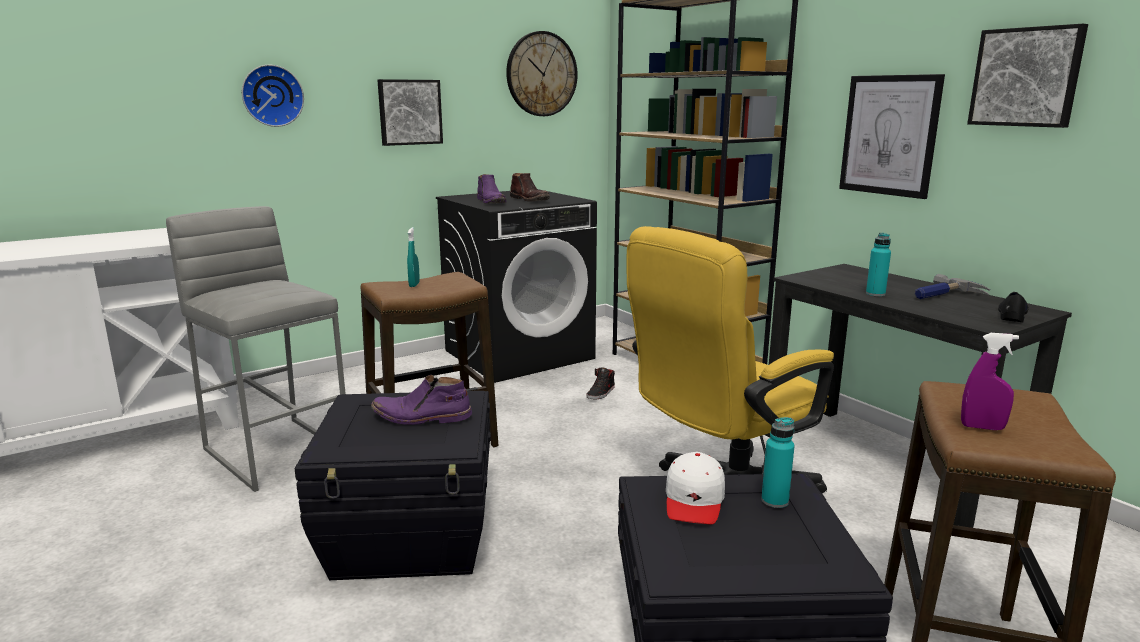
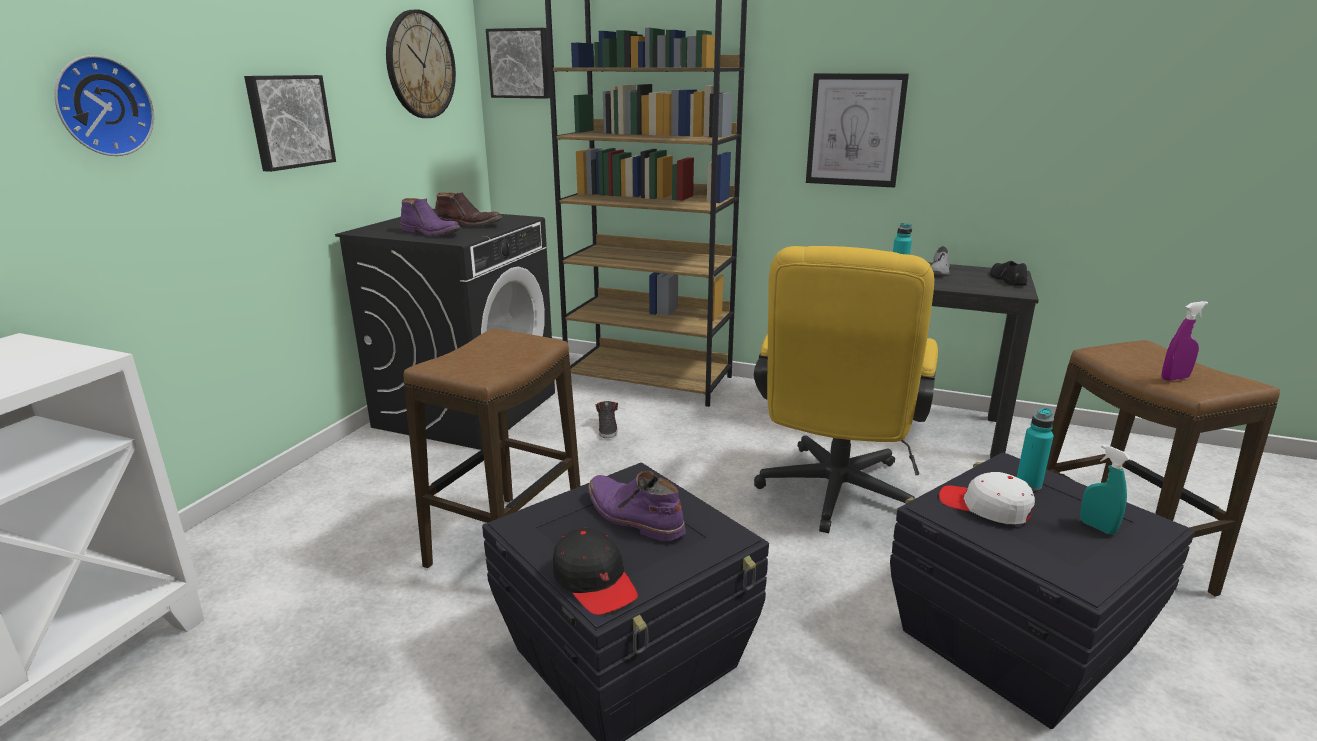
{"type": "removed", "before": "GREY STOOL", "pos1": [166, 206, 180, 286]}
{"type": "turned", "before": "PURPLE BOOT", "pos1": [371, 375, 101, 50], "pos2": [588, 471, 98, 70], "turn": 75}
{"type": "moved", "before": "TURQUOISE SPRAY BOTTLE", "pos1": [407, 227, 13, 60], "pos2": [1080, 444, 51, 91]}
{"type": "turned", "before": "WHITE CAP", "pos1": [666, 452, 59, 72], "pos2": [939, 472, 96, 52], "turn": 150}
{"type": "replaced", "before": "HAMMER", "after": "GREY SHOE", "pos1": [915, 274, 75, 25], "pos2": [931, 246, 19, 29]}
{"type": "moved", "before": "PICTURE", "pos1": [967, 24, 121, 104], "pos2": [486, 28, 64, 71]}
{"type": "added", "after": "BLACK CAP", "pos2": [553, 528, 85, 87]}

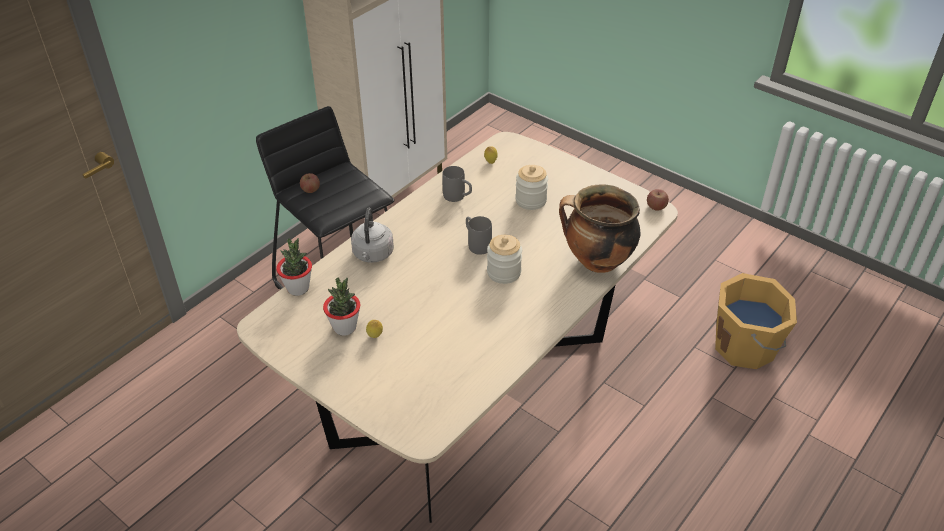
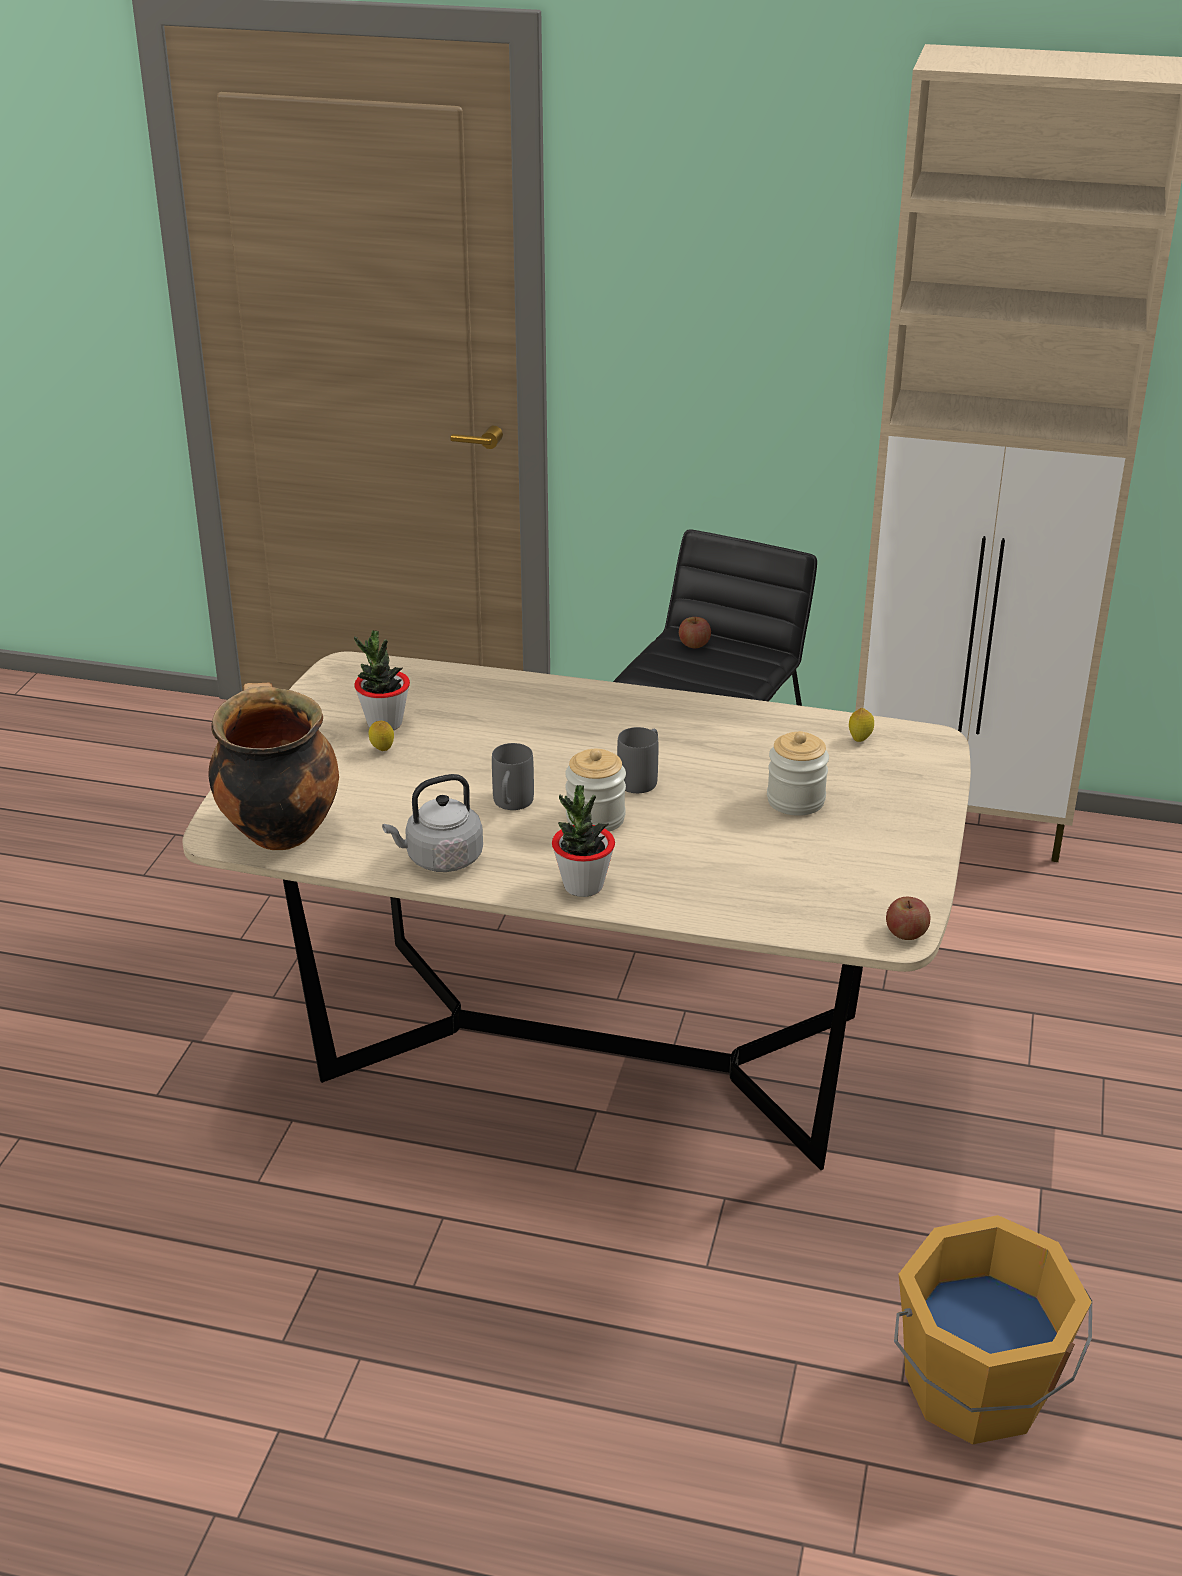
{"type": "moved", "before": "POTTED PLANT", "pos1": [276, 238, 36, 58], "pos2": [552, 785, 63, 112]}
{"type": "moved", "before": "GREY KETTLE", "pos1": [351, 207, 43, 56], "pos2": [382, 774, 101, 98]}
{"type": "moved", "before": "GREY MUG", "pos1": [442, 166, 30, 36], "pos2": [492, 743, 42, 67]}
{"type": "moved", "before": "COOKING POT", "pos1": [559, 184, 81, 89], "pos2": [209, 682, 130, 168]}

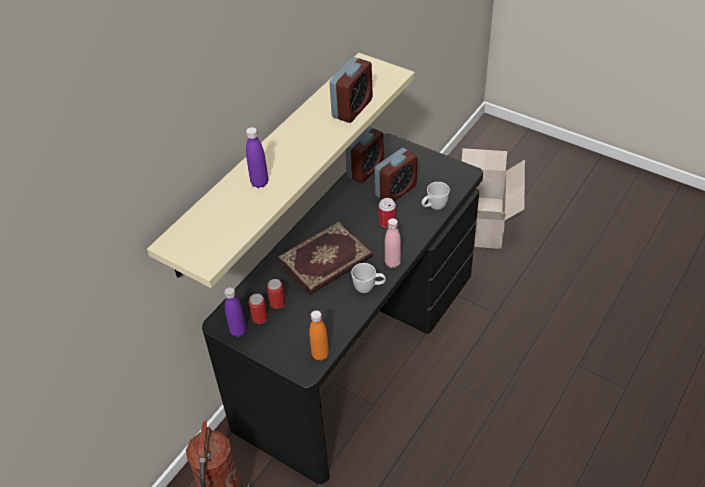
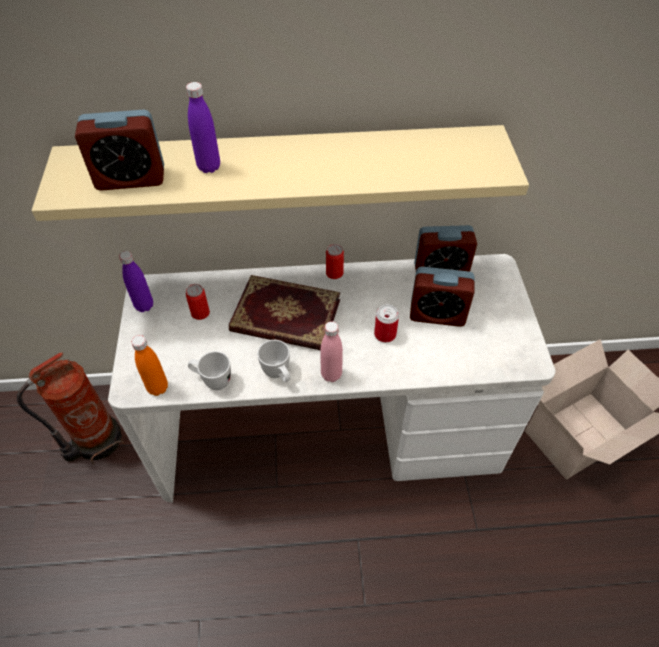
{"type": "recoloured", "before": "BLACK DESK", "after": "WHITE DESK", "pos1": [202, 133, 281, 351], "pos2": [108, 254, 448, 249]}
{"type": "moved", "before": "CAN", "pos1": [249, 294, 19, 30], "pos2": [326, 244, 18, 35]}
{"type": "moved", "before": "ALARM CLOCK", "pos1": [329, 57, 43, 66], "pos2": [75, 110, 89, 81]}
{"type": "moved", "before": "WHITE MUG", "pos1": [421, 182, 29, 28], "pos2": [188, 351, 43, 39]}

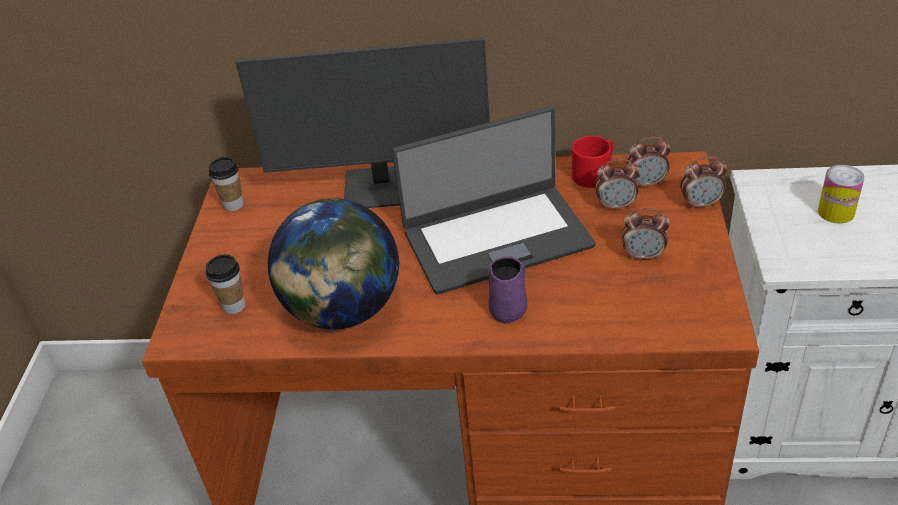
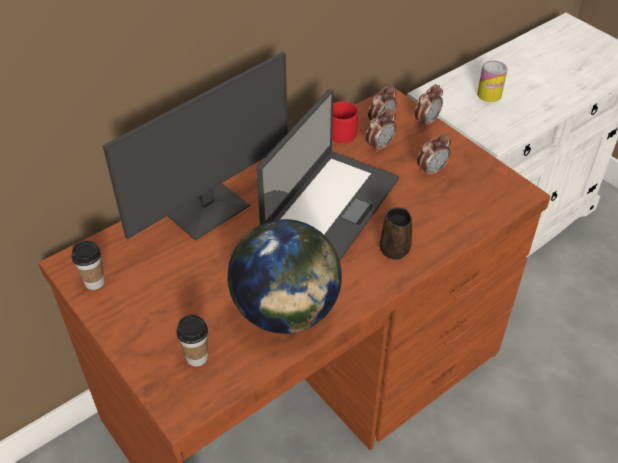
{"type": "recoloured", "before": "PURPLE MUG", "after": "BROWN MUG", "pos1": [488, 256, 39, 67], "pos2": [380, 207, 32, 53]}

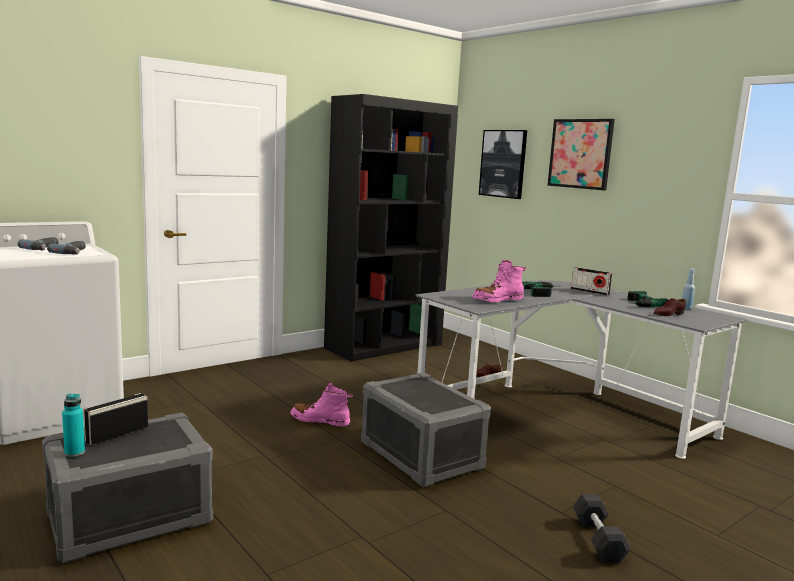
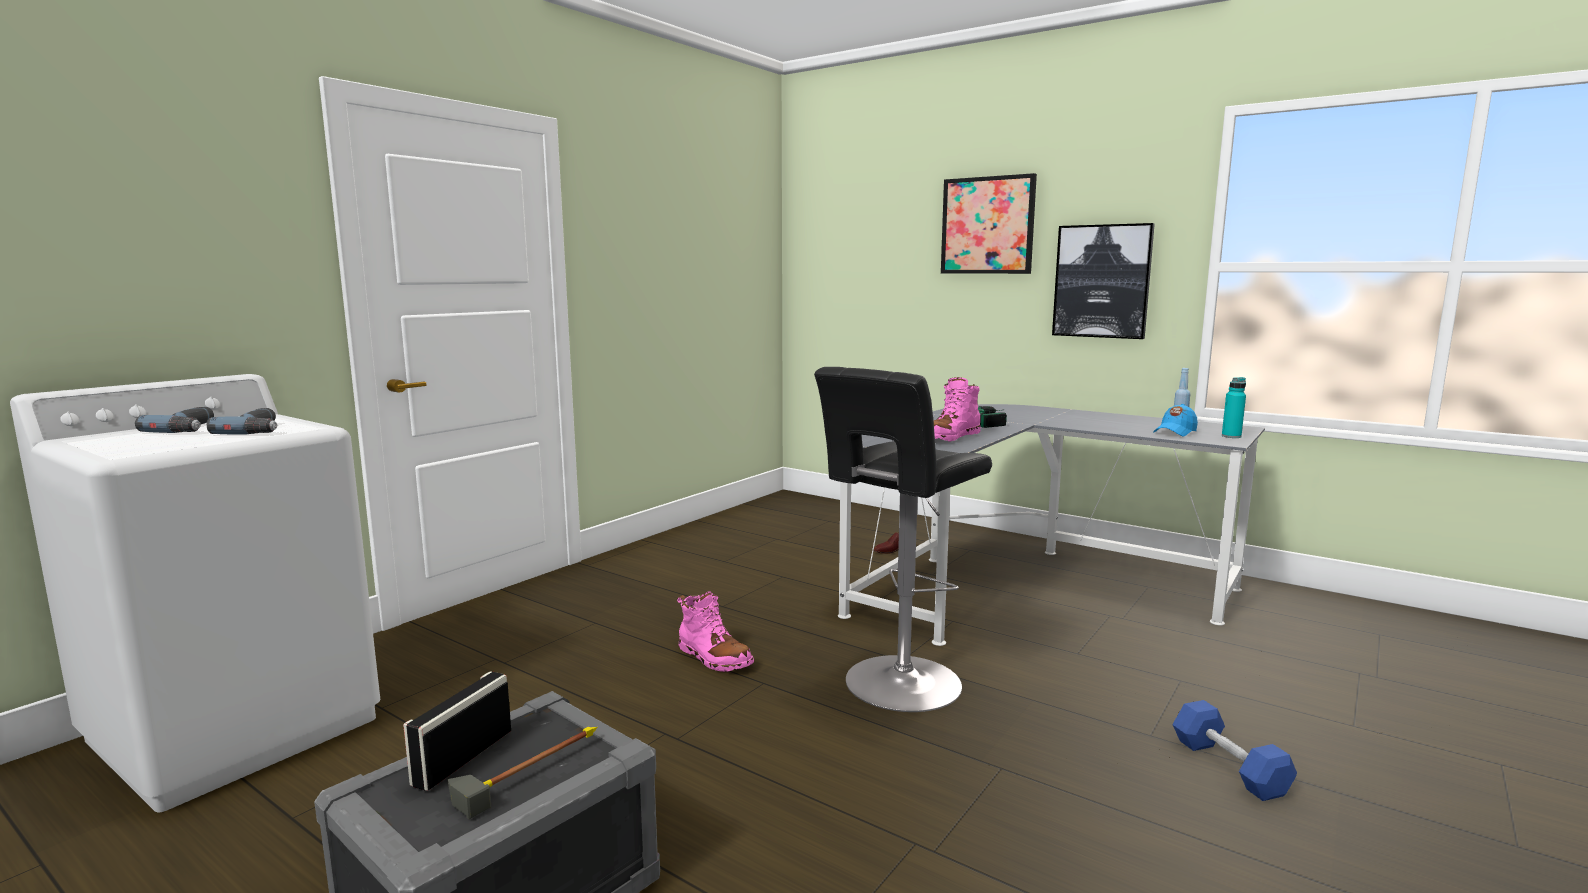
{"type": "moved", "before": "TURQUOISE BOTTLE", "pos1": [62, 394, 23, 63], "pos2": [1222, 377, 24, 61]}
{"type": "turned", "before": "PINK BOOT", "pos1": [290, 382, 63, 44], "pos2": [677, 591, 77, 81], "turn": -135}
{"type": "removed", "before": "BLACK BOOKCASE", "pos1": [324, 94, 134, 268]}
{"type": "replaced", "before": "GREY STORAGE BOX", "after": "BLACK STOOL", "pos1": [361, 372, 130, 116], "pos2": [814, 367, 178, 345]}
{"type": "moved", "before": "PICTURE", "pos1": [479, 130, 48, 69], "pos2": [1052, 223, 103, 116]}
{"type": "removed", "before": "RADIO", "pos1": [571, 267, 41, 28]}
{"type": "recoloured", "before": "BLACK DUMBBELL", "after": "BLUE DUMBBELL", "pos1": [572, 494, 59, 69], "pos2": [1172, 700, 125, 101]}
{"type": "removed", "before": "POWER DRILL", "pos1": [628, 291, 40, 16]}
{"type": "replaced", "before": "BROWN SHOE", "after": "BLUE CAP", "pos1": [654, 298, 32, 18], "pos2": [1153, 404, 45, 33]}
{"type": "added", "after": "HAMMER", "pos2": [447, 727, 151, 92]}

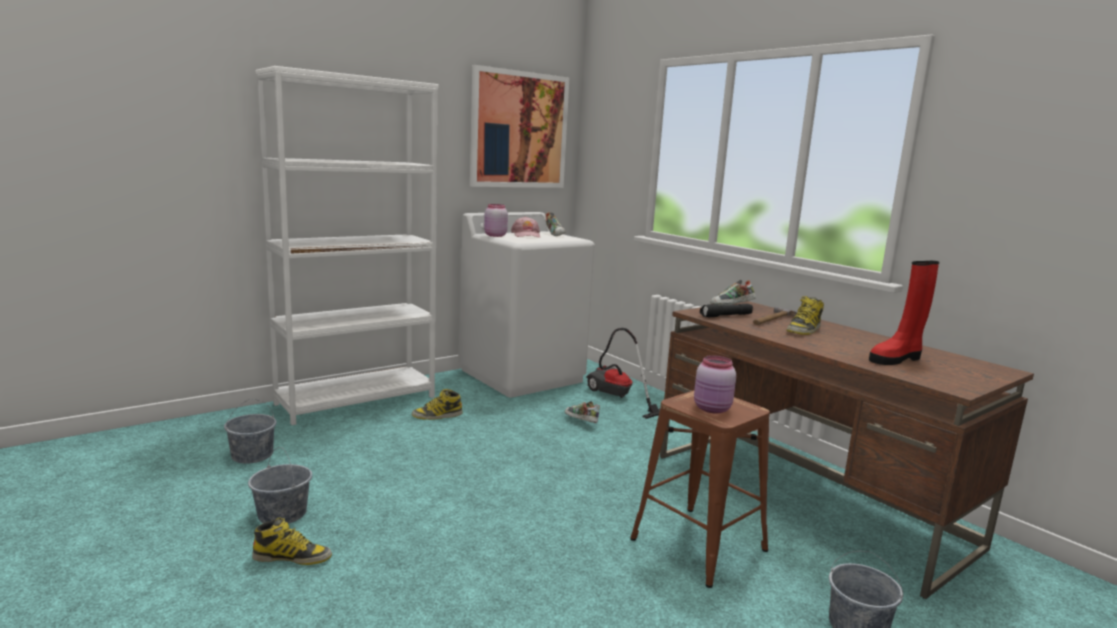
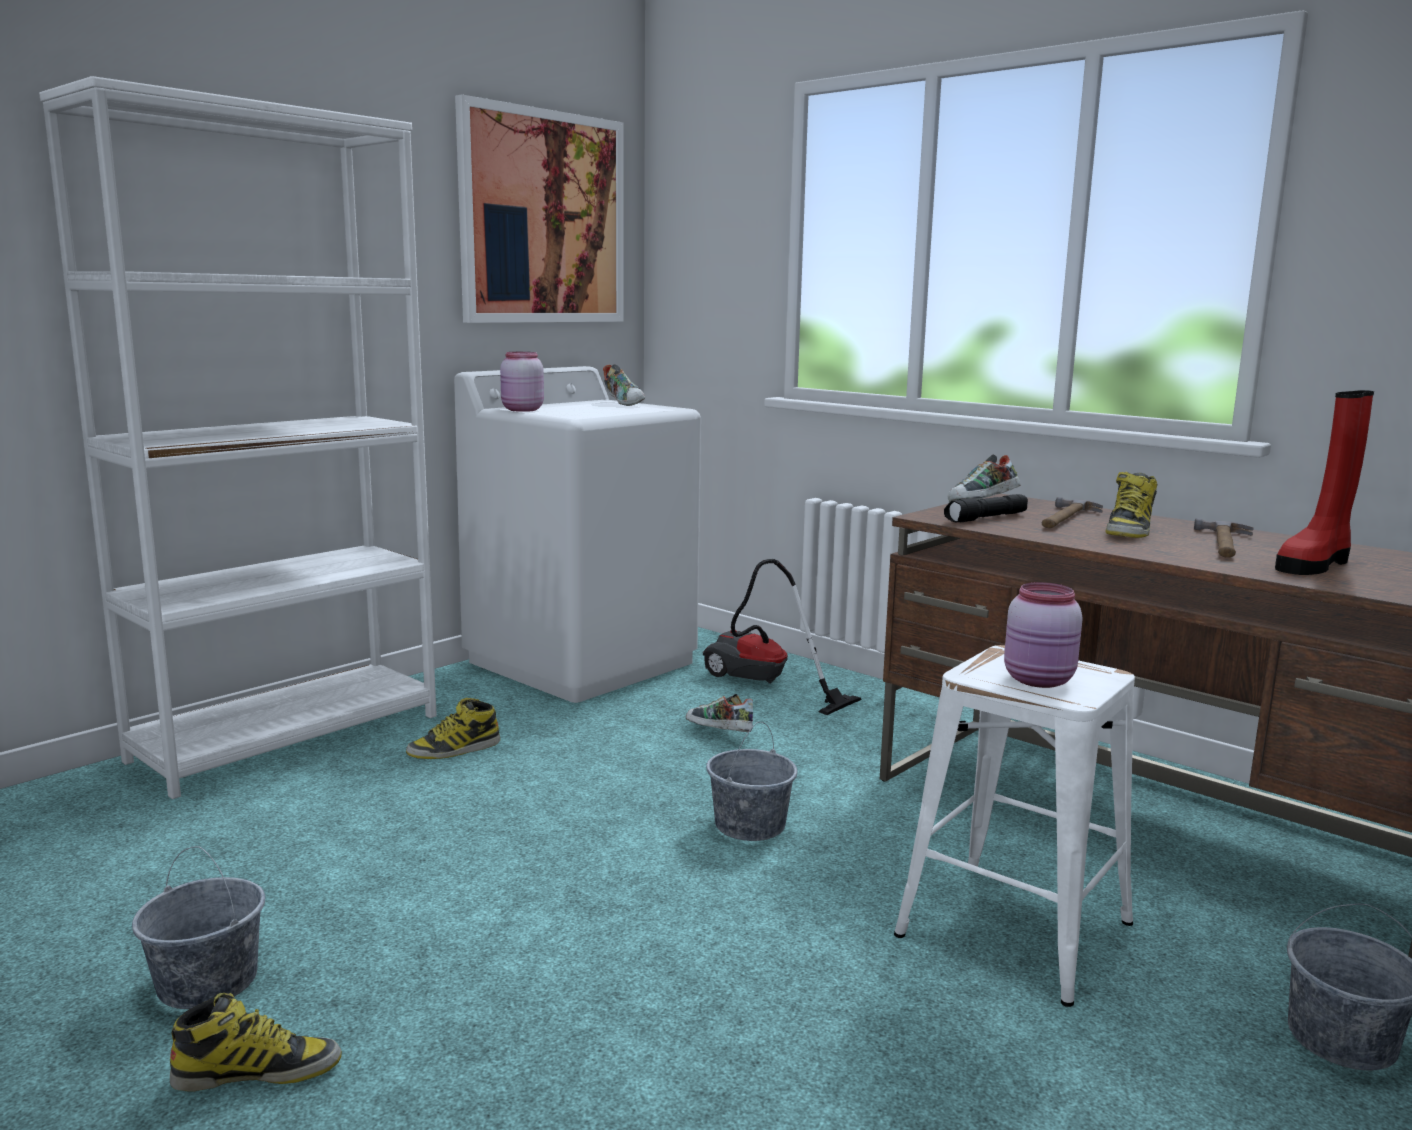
{"type": "moved", "before": "GREY BUCKET", "pos1": [224, 399, 53, 64], "pos2": [706, 722, 91, 119]}
{"type": "removed", "before": "PINK CAP", "pos1": [511, 216, 29, 22]}
{"type": "recoloured", "before": "BROWN STOOL", "after": "WHITE STOOL", "pos1": [630, 390, 140, 198], "pos2": [894, 645, 241, 362]}
{"type": "added", "after": "HAMMER", "pos2": [1194, 518, 60, 40]}

